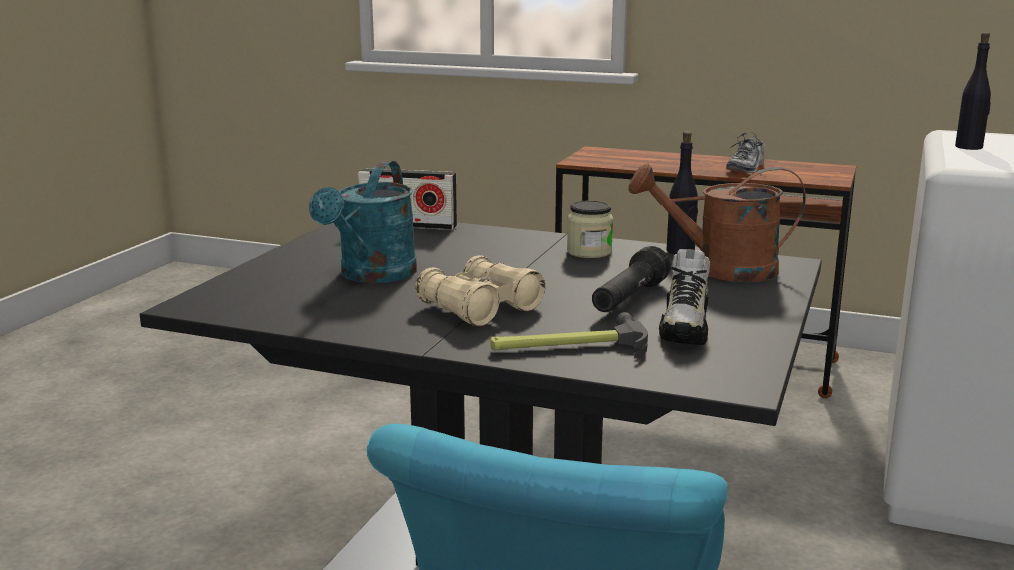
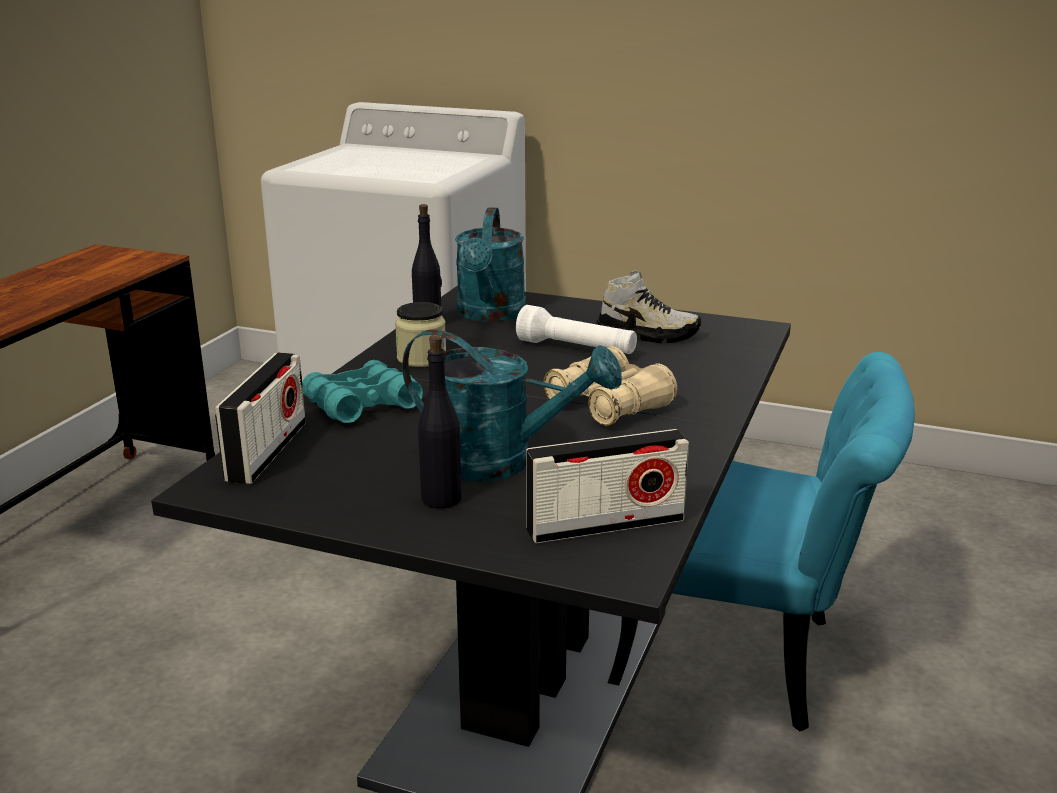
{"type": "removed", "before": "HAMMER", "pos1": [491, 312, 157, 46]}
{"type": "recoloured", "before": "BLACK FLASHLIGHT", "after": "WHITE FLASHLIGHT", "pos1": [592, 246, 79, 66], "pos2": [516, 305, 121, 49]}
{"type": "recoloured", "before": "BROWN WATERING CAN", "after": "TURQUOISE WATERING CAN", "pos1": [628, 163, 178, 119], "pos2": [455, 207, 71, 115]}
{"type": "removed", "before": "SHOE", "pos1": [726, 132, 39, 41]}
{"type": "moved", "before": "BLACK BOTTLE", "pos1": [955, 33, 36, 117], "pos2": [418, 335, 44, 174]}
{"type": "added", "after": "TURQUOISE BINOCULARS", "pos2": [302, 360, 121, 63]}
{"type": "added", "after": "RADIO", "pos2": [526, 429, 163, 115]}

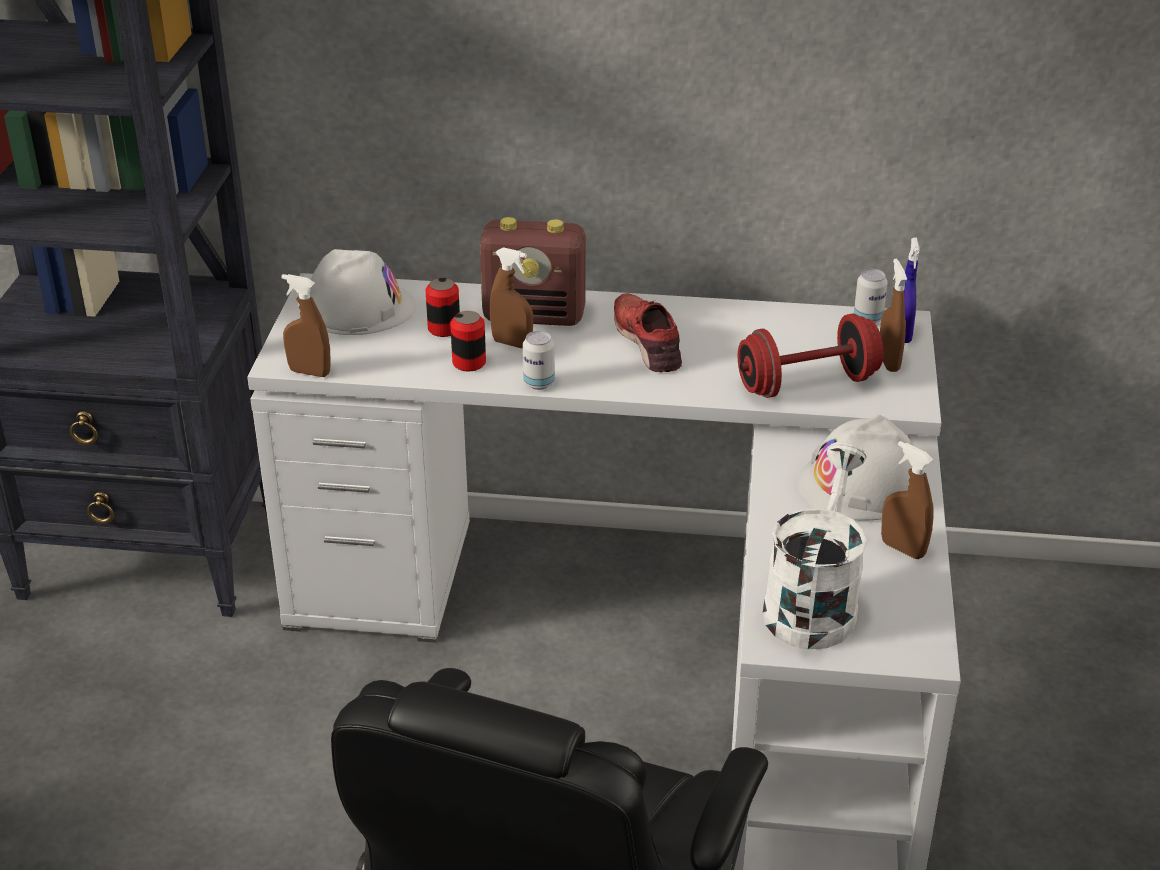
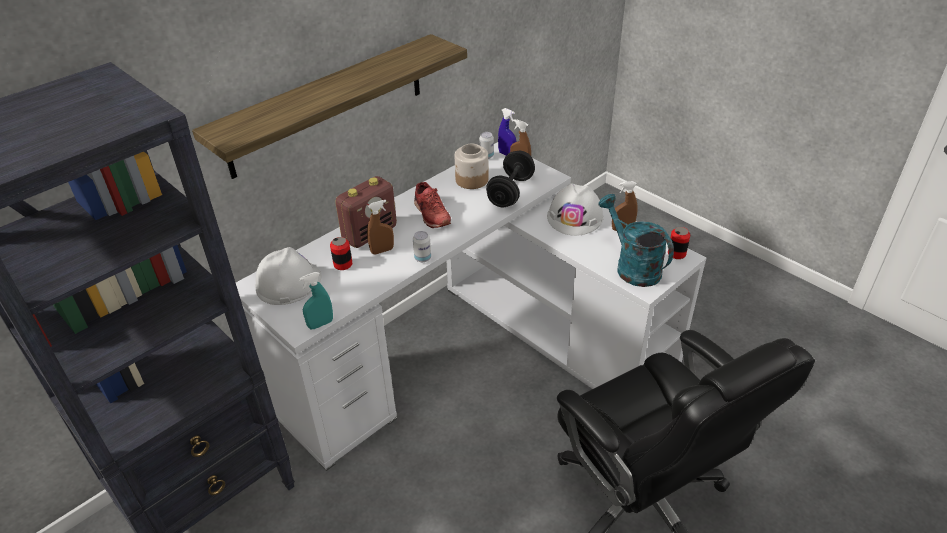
{"type": "recoloured", "before": "BROWN SPRAY BOTTLE", "after": "TURQUOISE SPRAY BOTTLE", "pos1": [281, 274, 50, 103], "pos2": [299, 272, 34, 57]}
{"type": "moved", "before": "CAN", "pos1": [450, 311, 36, 60], "pos2": [668, 227, 22, 32]}
{"type": "turned", "before": "RED SHOE", "pos1": [614, 293, 68, 79], "pos2": [414, 182, 37, 46], "turn": -135}
{"type": "recoloured", "before": "RED DUMBBELL", "after": "BLACK DUMBBELL", "pos1": [738, 314, 145, 84], "pos2": [486, 151, 49, 56]}
{"type": "recoloured", "before": "WHITE WATERING CAN", "after": "TURQUOISE WATERING CAN", "pos1": [763, 442, 104, 207], "pos2": [598, 194, 76, 93]}
{"type": "added", "after": "SHELF", "pos2": [192, 34, 275, 145]}
{"type": "added", "after": "JAR", "pos2": [455, 144, 34, 45]}

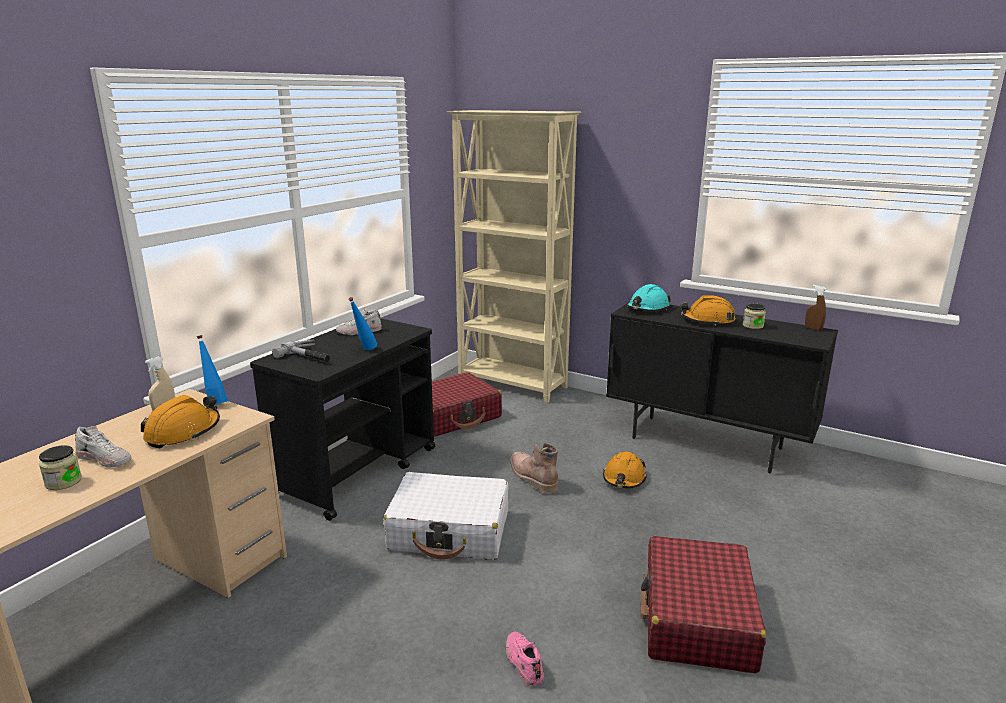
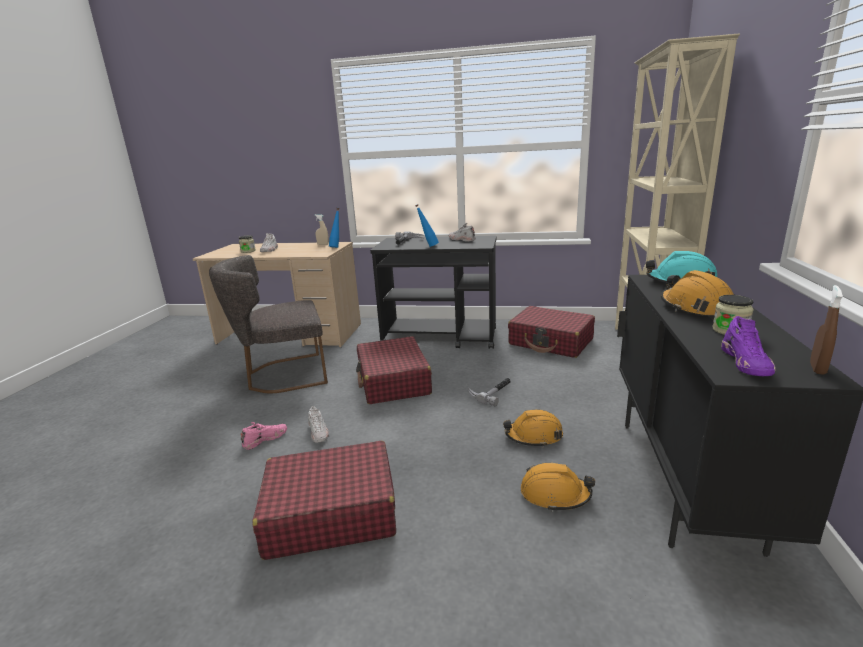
{"type": "moved", "before": "ORANGE HARD HAT", "pos1": [141, 395, 79, 53], "pos2": [521, 463, 74, 49]}
{"type": "recoloured", "before": "WHITE SUITCASE", "after": "RED SUITCASE", "pos1": [383, 472, 125, 88], "pos2": [356, 336, 76, 68]}
{"type": "replaced", "before": "BROWN BOOT", "after": "HAMMER", "pos1": [510, 443, 48, 50], "pos2": [468, 378, 43, 28]}
{"type": "added", "after": "GREY CHAIR", "pos2": [209, 255, 119, 138]}
{"type": "added", "after": "WHITE SHOE", "pos2": [308, 406, 21, 37]}
{"type": "added", "after": "PURPLE SHOE", "pos2": [721, 316, 54, 60]}

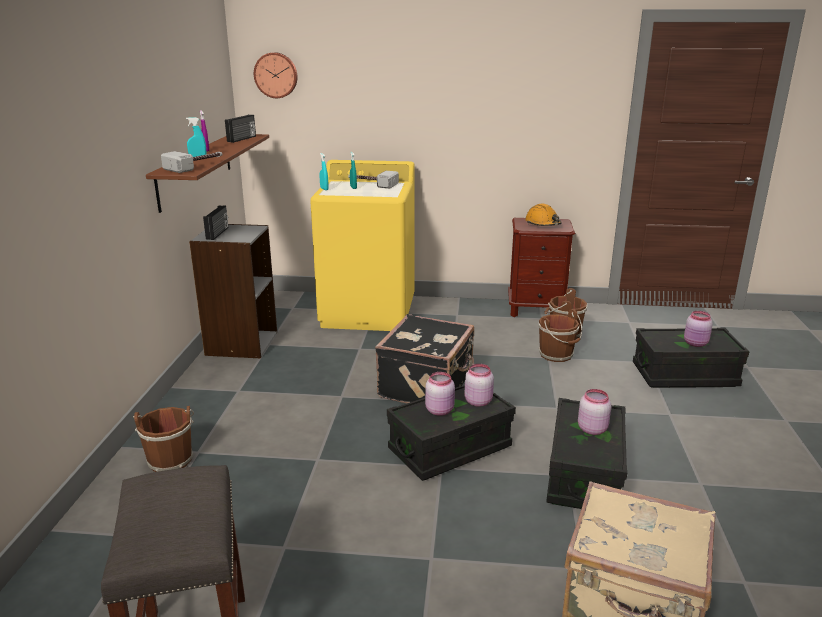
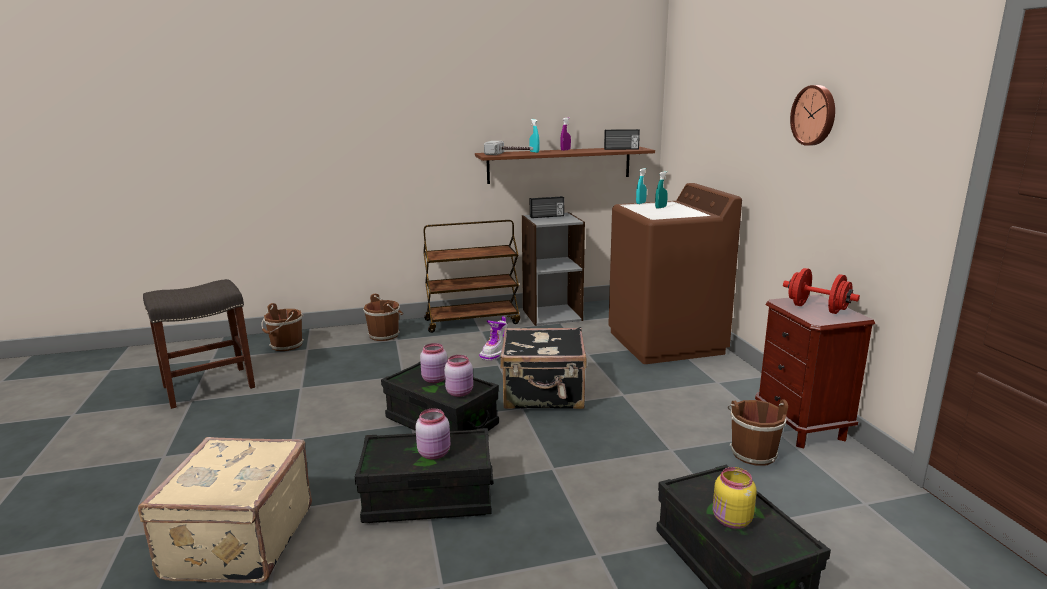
{"type": "moved", "before": "WALL CLOCK", "pos1": [254, 52, 43, 46], "pos2": [790, 85, 45, 61]}
{"type": "recoloured", "before": "YELLOW WASHING MACHINE", "after": "BROWN WASHING MACHINE", "pos1": [310, 160, 105, 171], "pos2": [608, 183, 134, 181]}
{"type": "removed", "before": "HAMMER", "pos1": [348, 171, 51, 17]}
{"type": "replaced", "before": "ORANGE HARD HAT", "after": "RED DUMBBELL", "pos1": [525, 204, 37, 22], "pos2": [783, 268, 77, 46]}
{"type": "moved", "before": "BROWN BUCKET", "pos1": [539, 309, 43, 53], "pos2": [262, 303, 42, 48]}
{"type": "recoloured", "before": "PINK JAR", "after": "YELLOW JAR", "pos1": [684, 311, 29, 36], "pos2": [713, 467, 43, 62]}
{"type": "added", "after": "BROWN CART", "pos2": [423, 220, 97, 113]}
{"type": "added", "after": "BOOT", "pos2": [479, 316, 28, 45]}

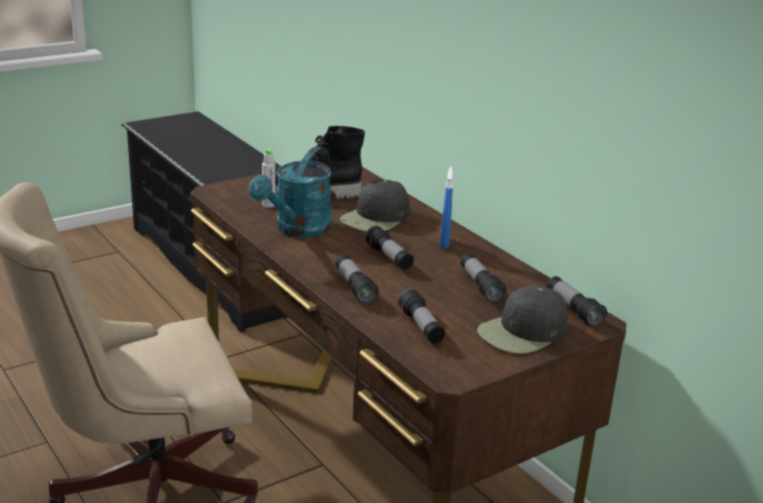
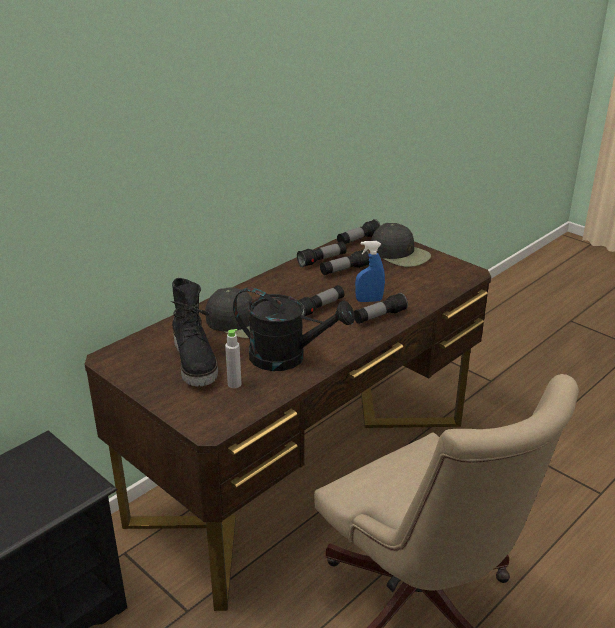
{"type": "recoloured", "before": "TURQUOISE WATERING CAN", "after": "BLACK WATERING CAN", "pos1": [249, 146, 83, 92], "pos2": [233, 287, 121, 84]}
{"type": "moved", "before": "FLASHLIGHT", "pos1": [398, 288, 47, 56], "pos2": [297, 242, 50, 25]}
{"type": "moved", "before": "BLUE SPRAY BOTTLE", "pos1": [440, 167, 13, 82], "pos2": [355, 241, 30, 61]}

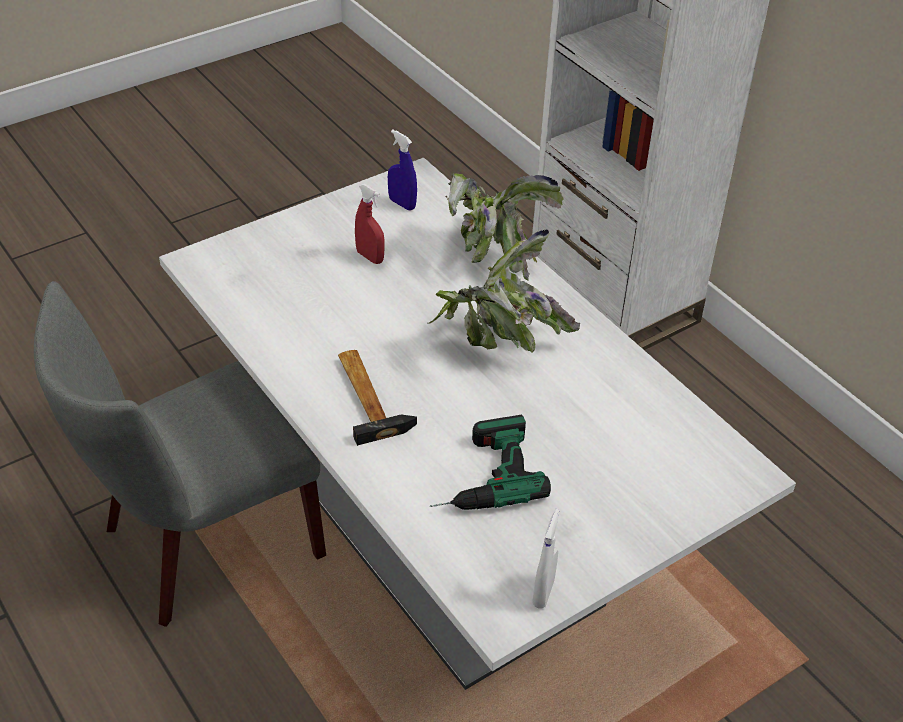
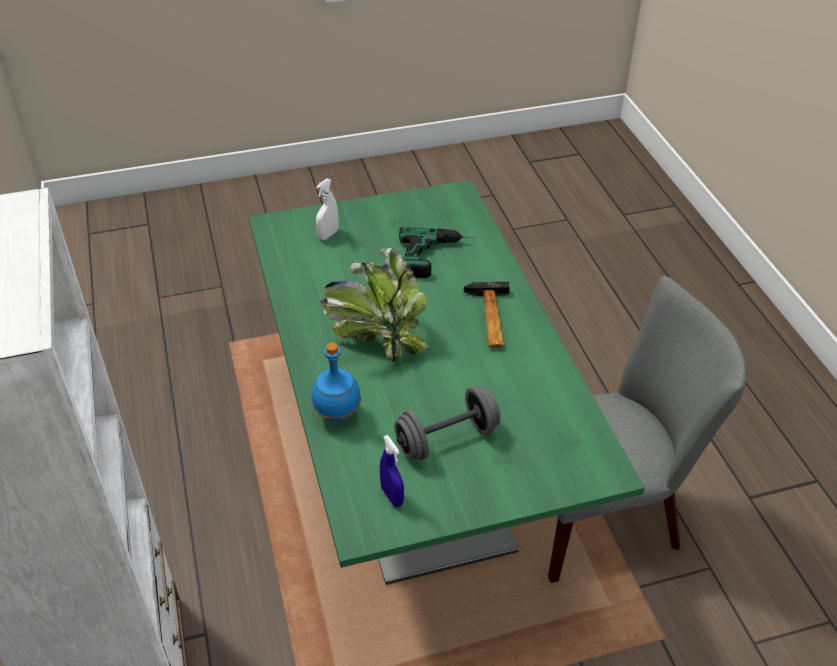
{"type": "recoloured", "before": "WHITE DINING TABLE", "after": "GREEN DINING TABLE", "pos1": [159, 158, 637, 532], "pos2": [249, 180, 396, 405]}
{"type": "replaced", "before": "RED SPRAY BOTTLE", "after": "GREY DUMBBELL", "pos1": [355, 184, 30, 80], "pos2": [394, 387, 106, 73]}
{"type": "replaced", "before": "POTTED PLANT", "after": "BLUE BOTTLE", "pos1": [445, 173, 119, 108], "pos2": [312, 343, 49, 80]}
{"type": "moved", "before": "WHITE SPRAY BOTTLE", "pos1": [533, 508, 26, 101], "pos2": [316, 179, 23, 61]}

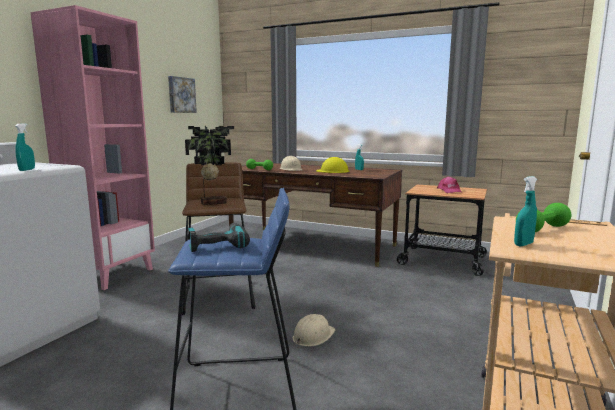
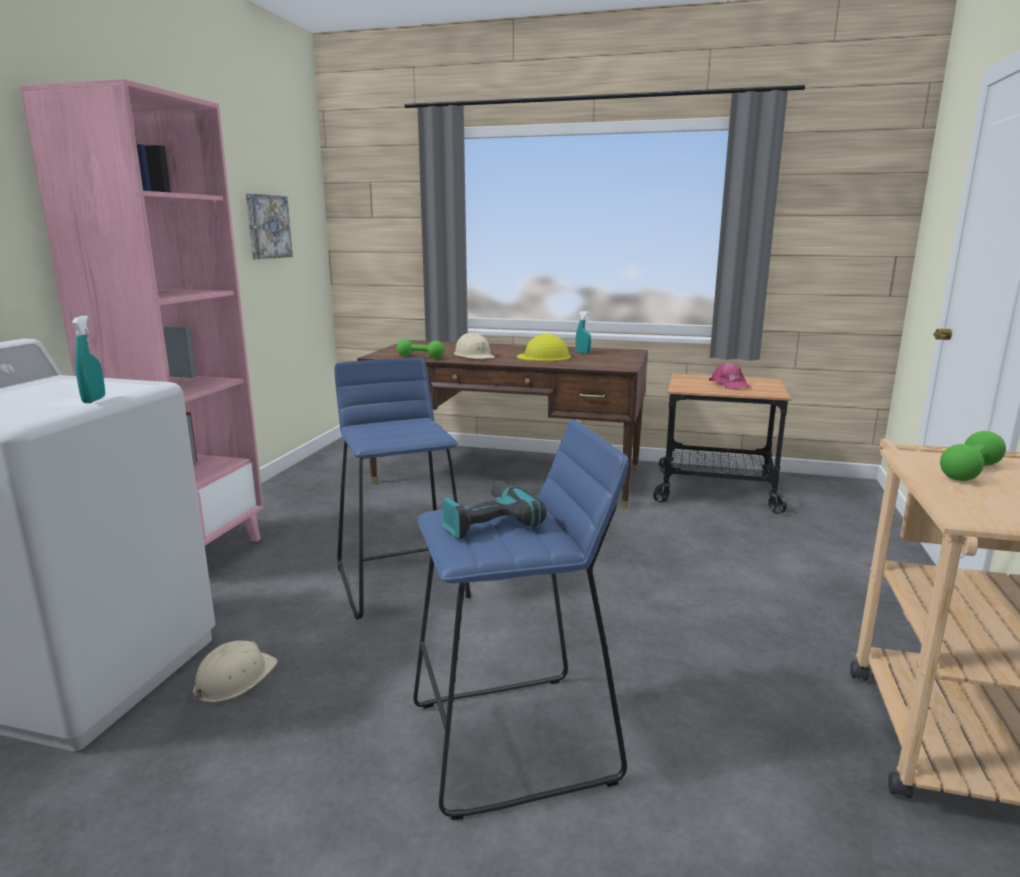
{"type": "recoloured", "before": "BROWN STOOL", "after": "BLUE STOOL", "pos1": [182, 163, 73, 152], "pos2": [335, 357, 136, 263]}
{"type": "removed", "before": "POTTED PLANT", "pos1": [185, 126, 49, 79]}
{"type": "moved", "before": "BEIGE HARD HAT", "pos1": [293, 314, 42, 33], "pos2": [193, 640, 85, 63]}
{"type": "removed", "before": "TURQUOISE SPRAY BOTTLE", "pos1": [514, 176, 23, 71]}

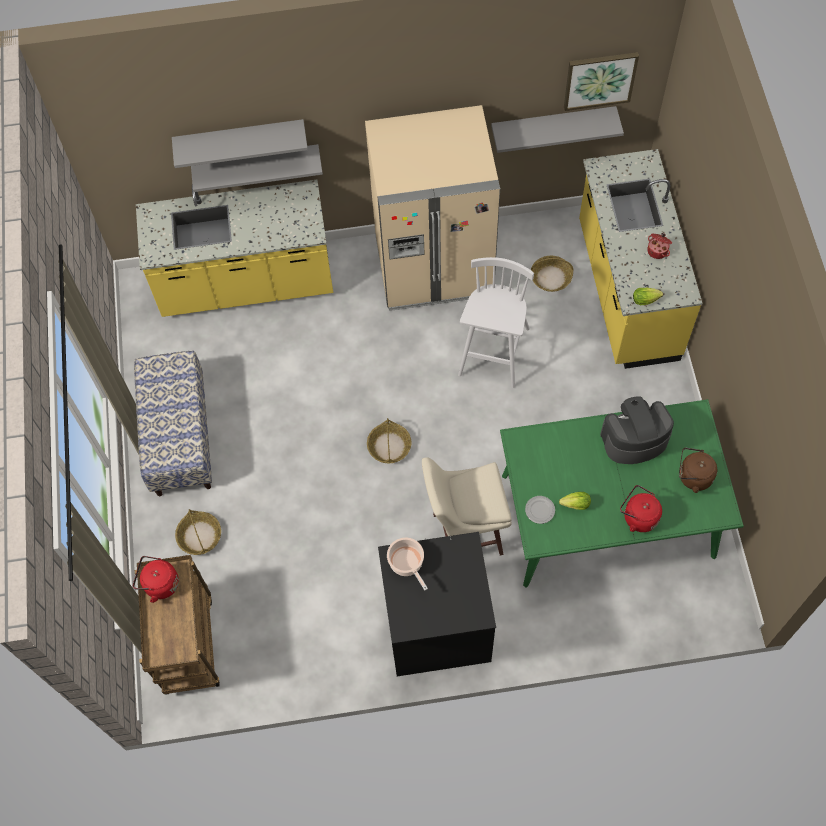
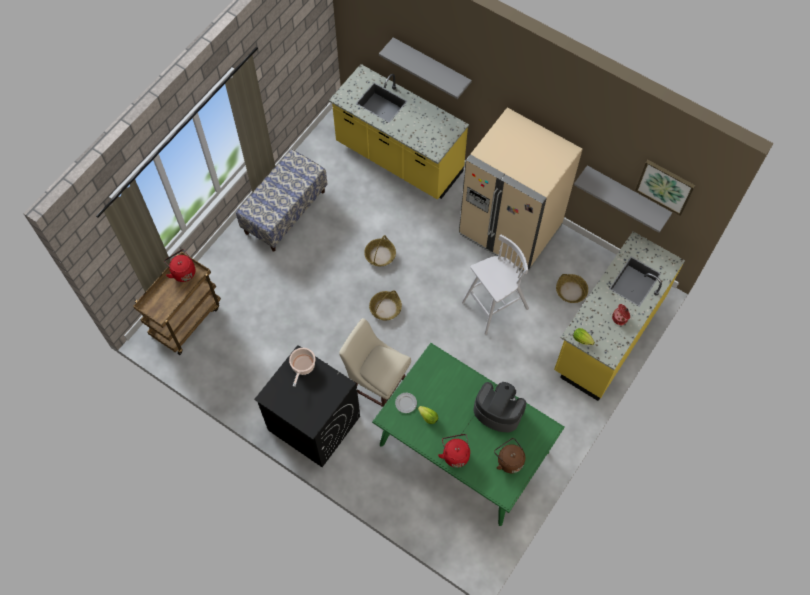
{"type": "moved", "before": "BASKET", "pos1": [175, 509, 46, 46], "pos2": [364, 235, 32, 31]}
{"type": "removed", "before": "GREY SHELF", "pos1": [191, 144, 132, 48]}

